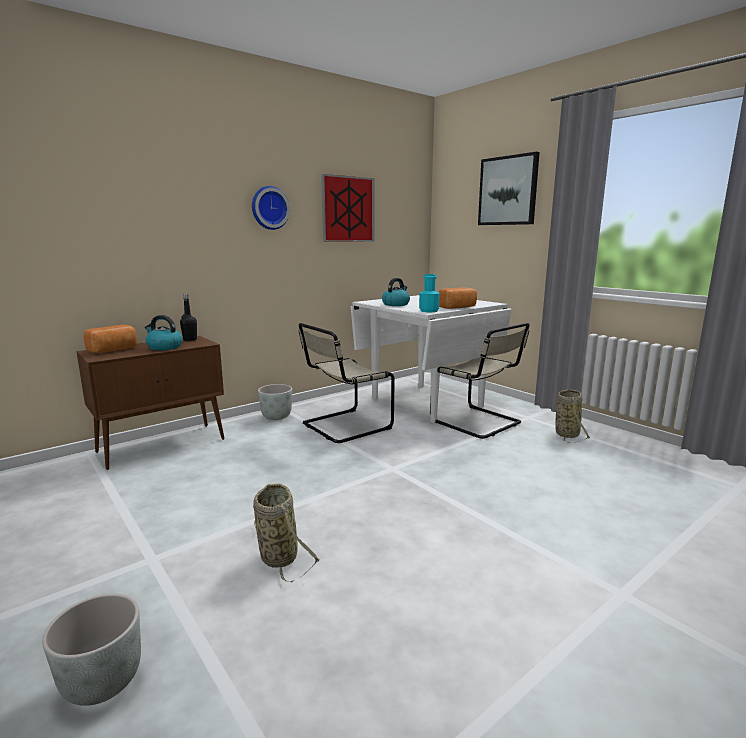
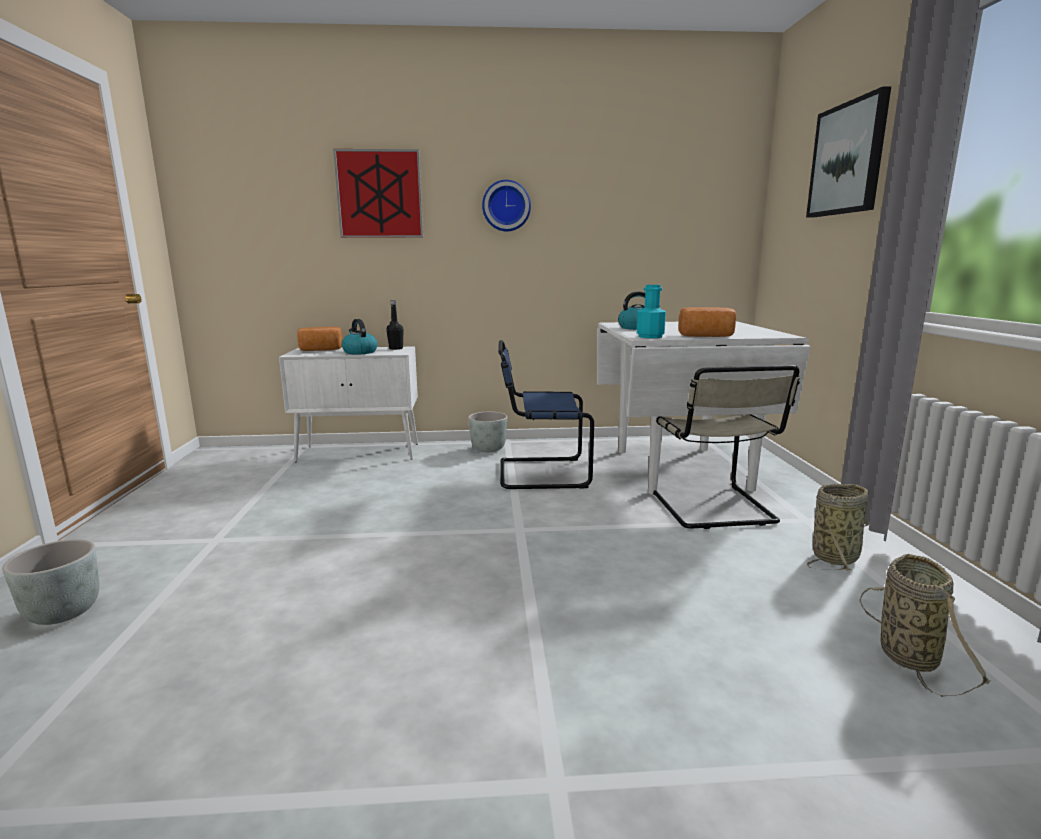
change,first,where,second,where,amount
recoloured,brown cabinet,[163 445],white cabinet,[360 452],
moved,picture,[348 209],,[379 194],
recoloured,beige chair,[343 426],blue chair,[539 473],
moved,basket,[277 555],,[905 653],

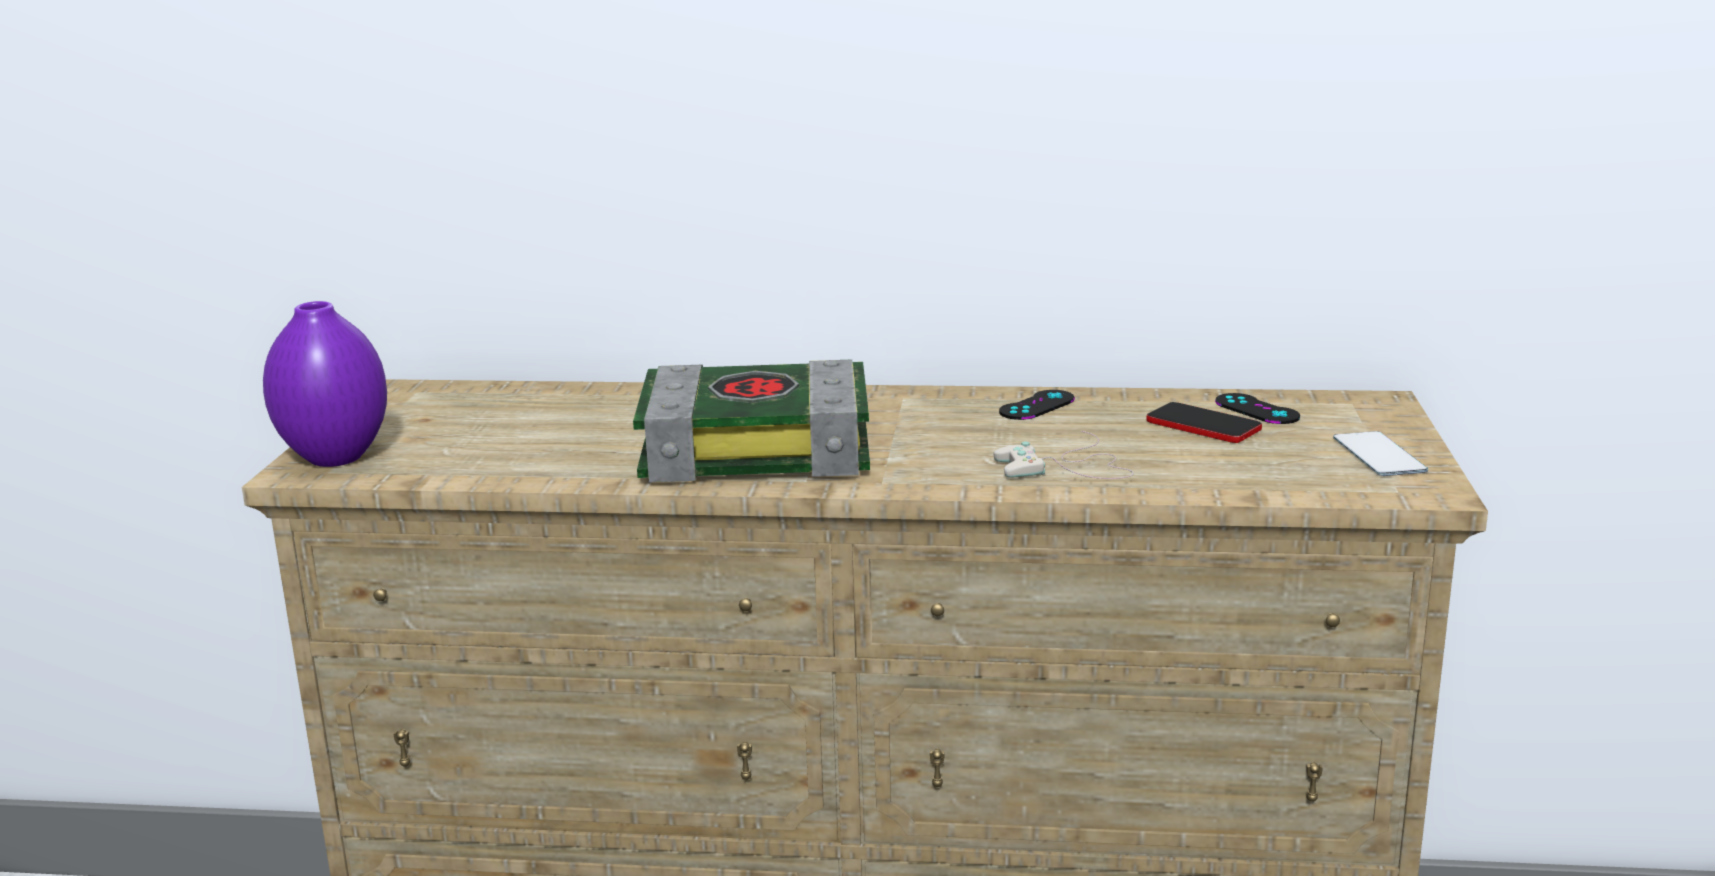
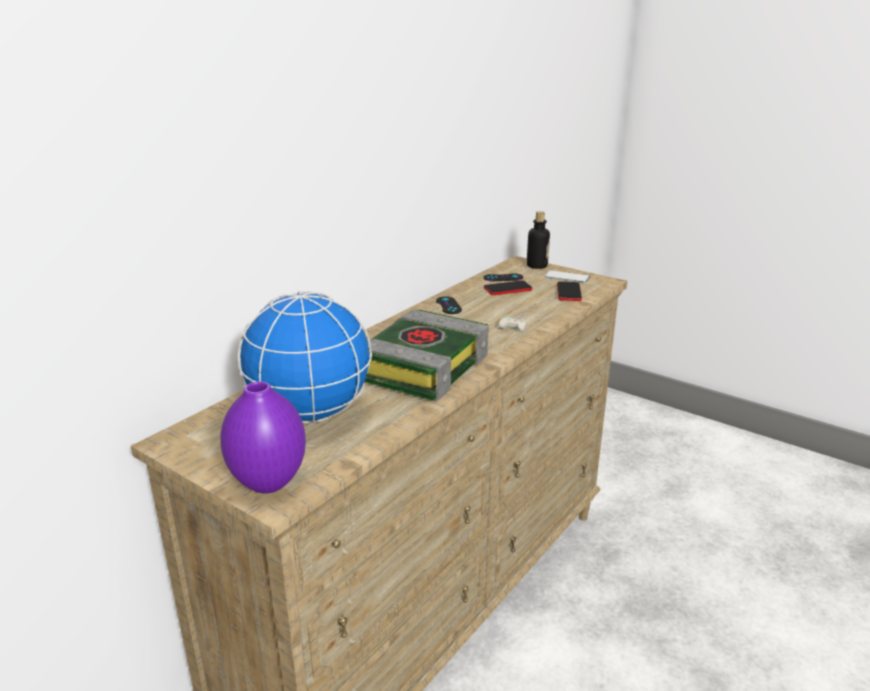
change,first,where,second,where,amount
added,,,globe,[310 413],
added,,,bottle,[537 266],
added,,,phone,[569 292],

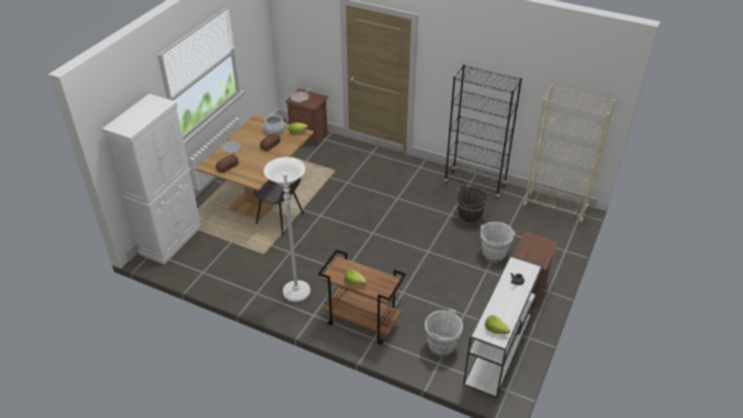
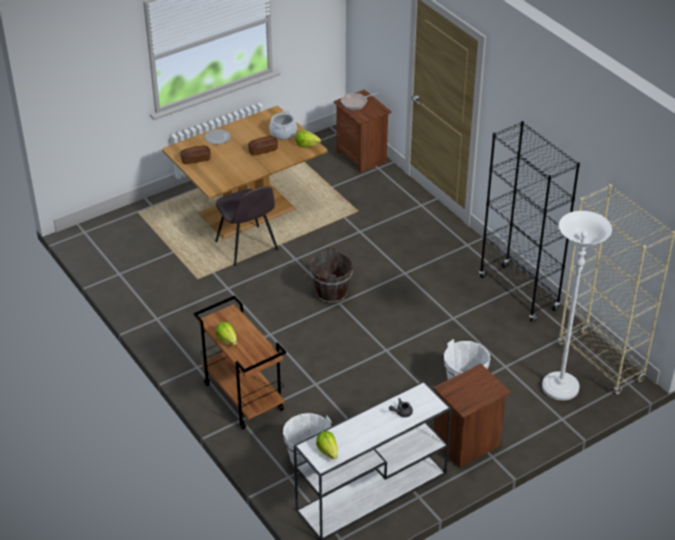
change,first,where,second,where,amount
moved,brown bucket,[469 217],,[331 294],
moved,white floor lamp,[296 292],,[560 388],
removed,white cabinet,[171 240],,,

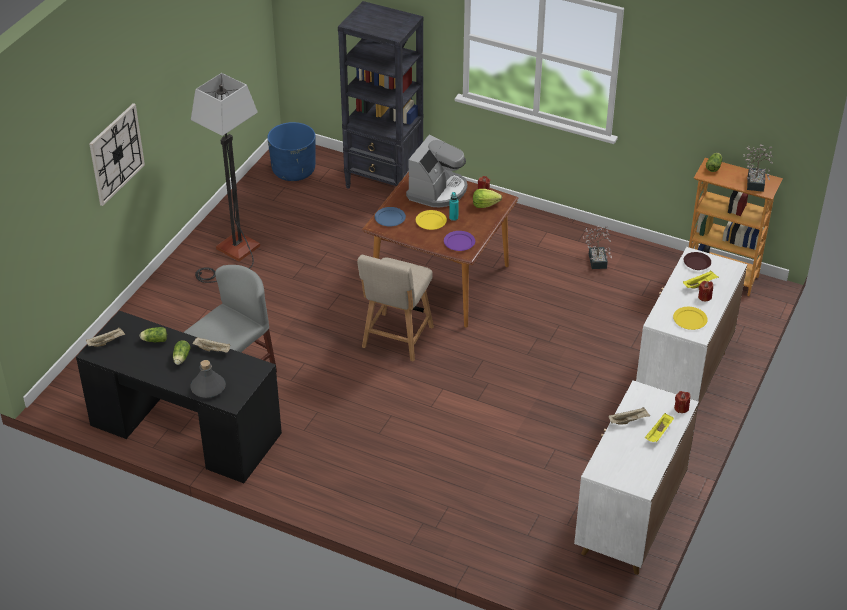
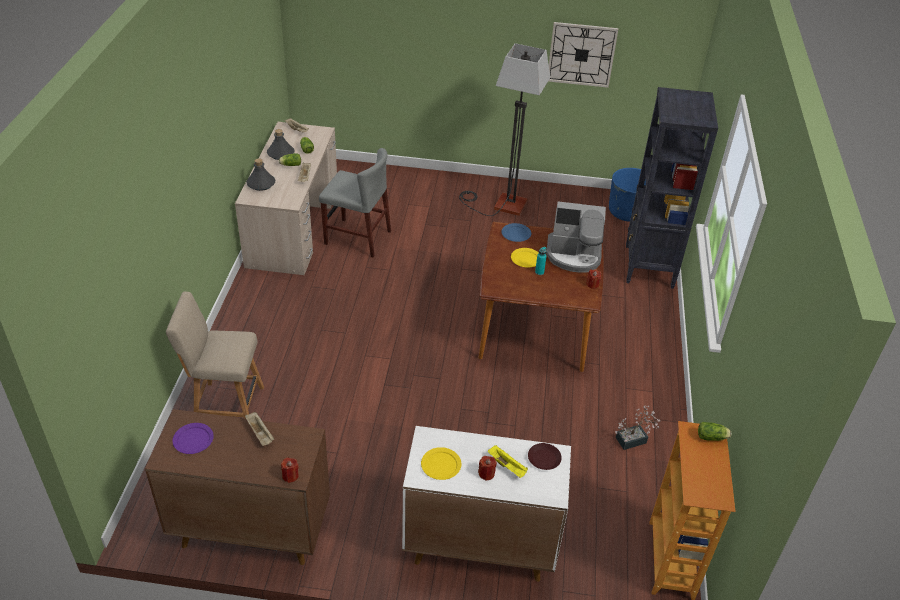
change,first,where,second,where,amount
recoloured,white cabinet,[629 523],brown cabinet,[250 529],
moved,beige chair,[396 339],,[225 405],
moved,purple plate,[459 242],,[193 439],
recoloured,black desk,[185 428],beige desk,[294 226],
added,,,grey bottle,[281 154],
moved,wall clock,[116 154],,[581 54],
removed,lettuce,[485 205],,,
removed,yellow tray,[658 433],,,
removed,potted plant,[756 181],,,

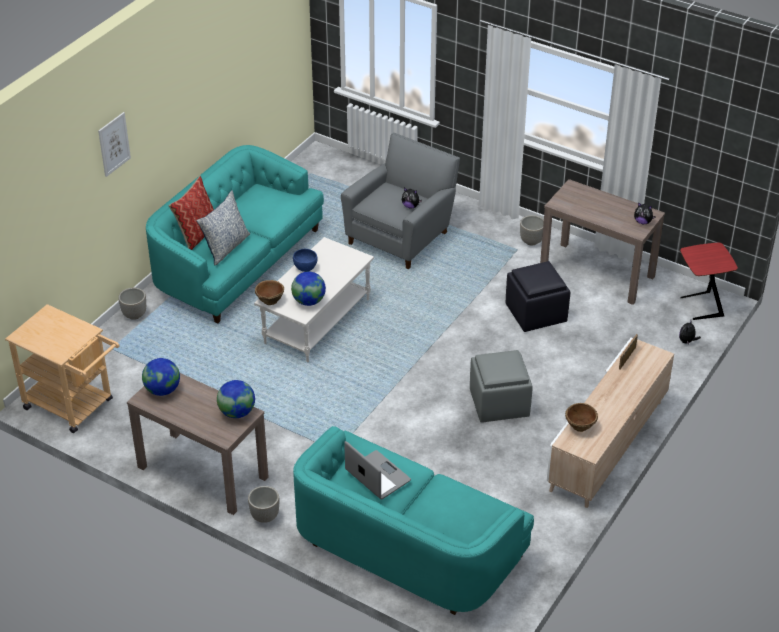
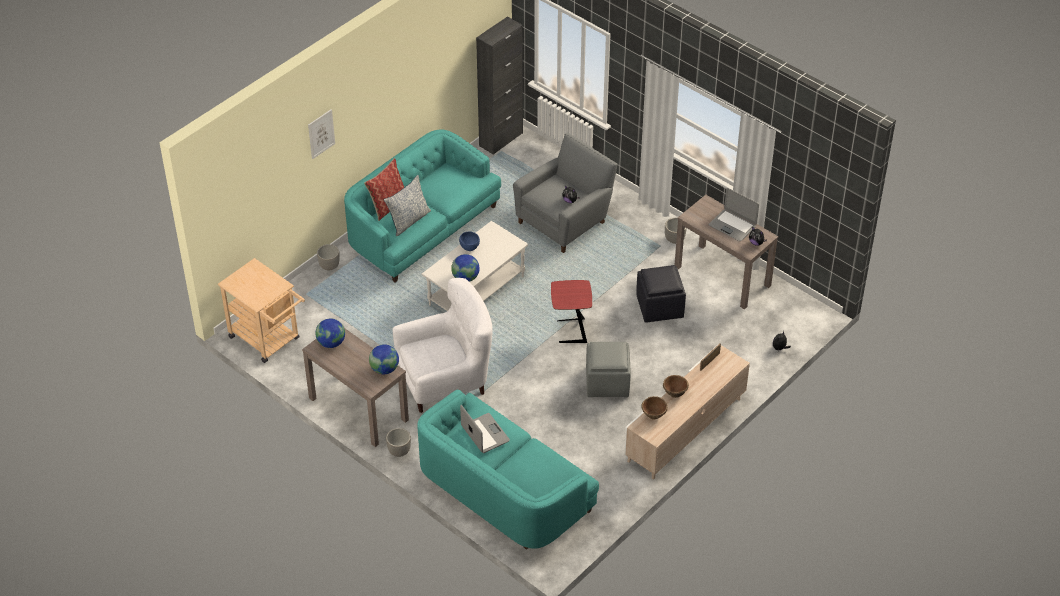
change,first,where,second,where,amount
added,,,white armchair,[446 381],
added,,,black cabinet,[501 139],
moved,red side table,[700 307],,[571 331],
moved,brown bowl,[270 301],,[674 393],
added,,,laptop,[732 225],

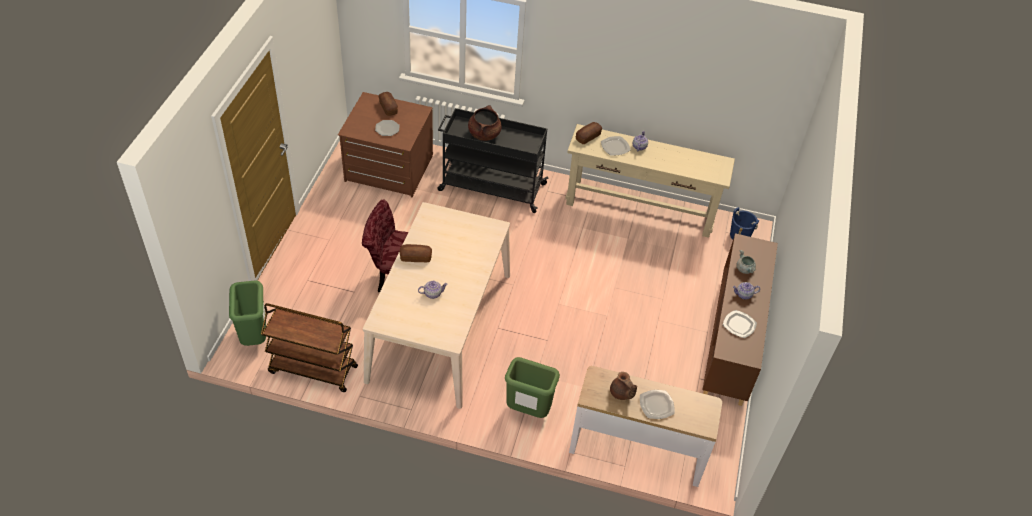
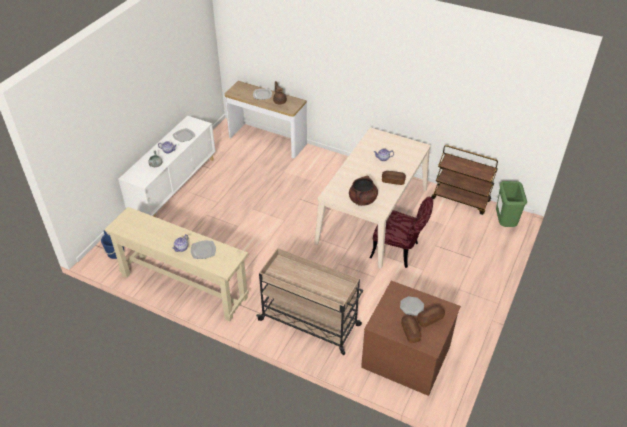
change,first,where,second,where,amount
recoloured,brown cabinet,[732 339],white cabinet,[174 185],
recoloured,black cart,[491 187],beige cart,[310 323],
moved,brown cooking pot,[484 134],,[362 200],
moved,bread,[588 137],,[430 319],
removed,green trash can,[527 411],,,

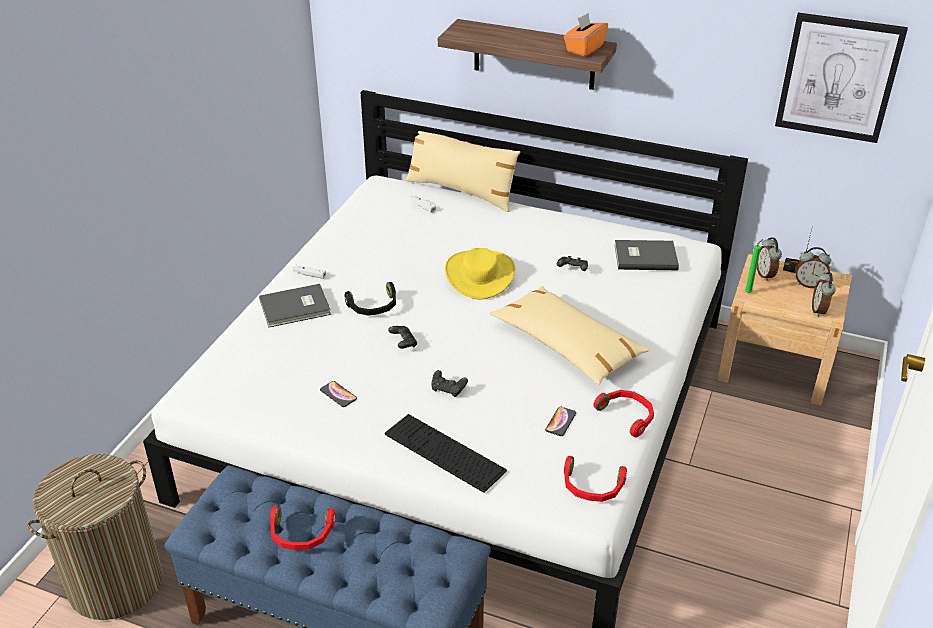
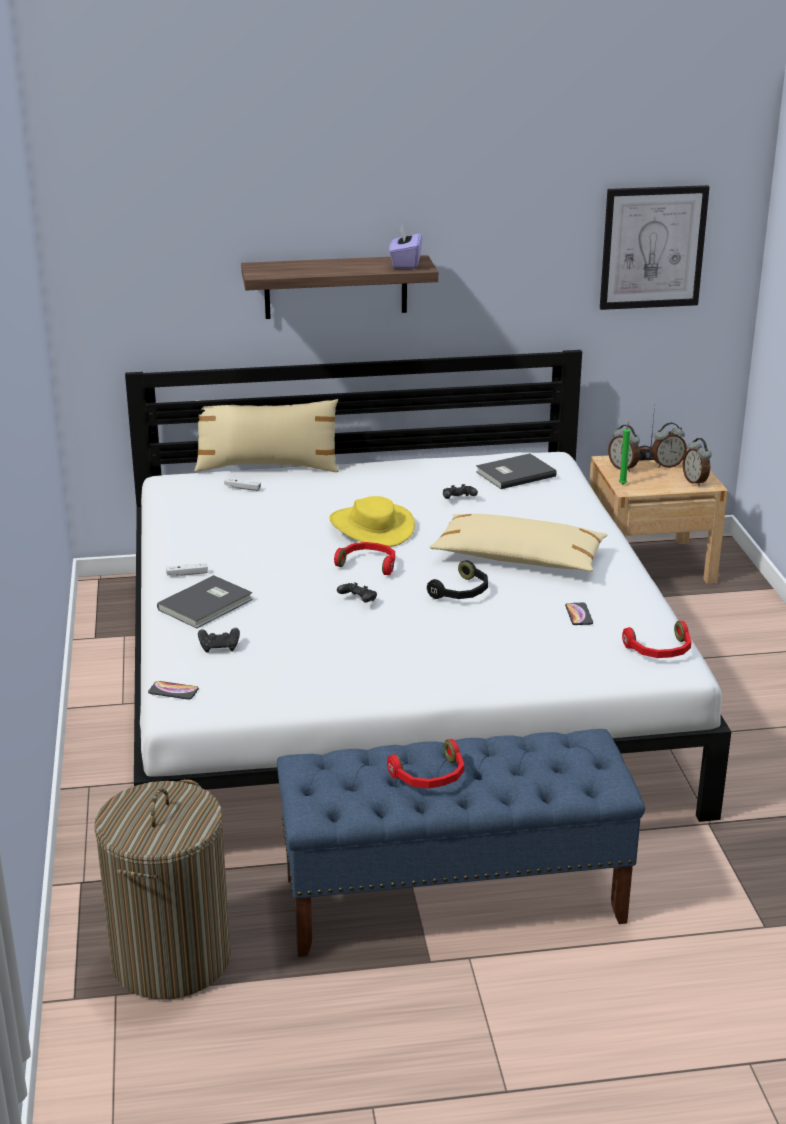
change,first,where,second,where,amount
moved,phone,[338 394],,[173 691],
moved,black game controller,[448 389],,[219 647],
moved,red headphones,[627 416],,[368 564],
recoloured,orange tissue box,[584 49],purple tissue box,[405 264],
moved,black headphones,[373 307],,[462 592],
removed,keyboard,[444 452],,,

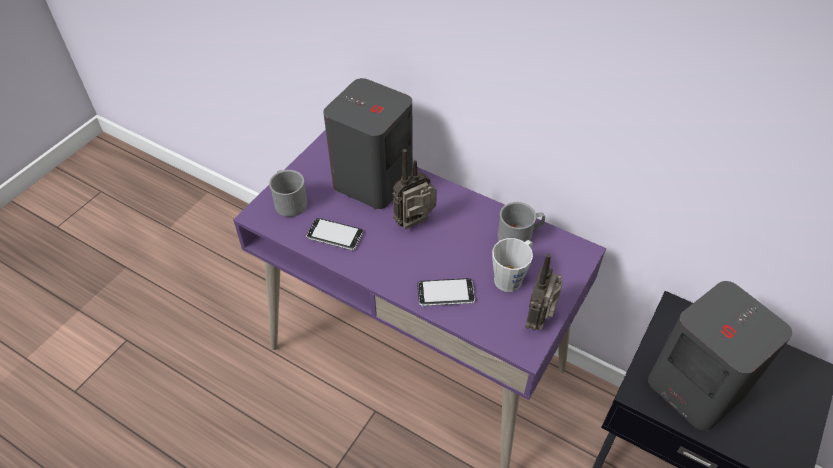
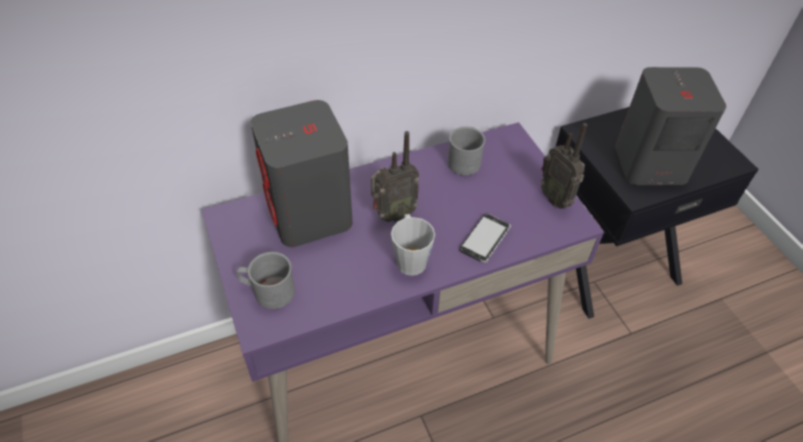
change,first,where,second,where,amount
turned,radio,[416 225],,[392 214],120 degrees counterclockwise
moved,grey mug,[511 277],,[410 258],
removed,phone,[335 235],,,

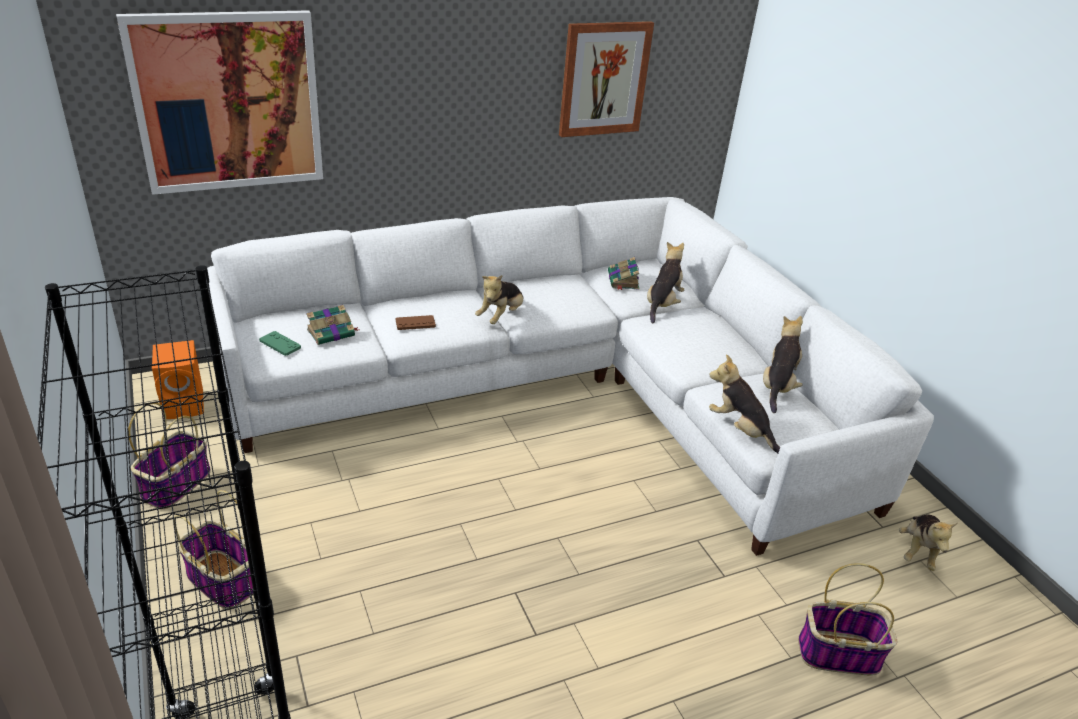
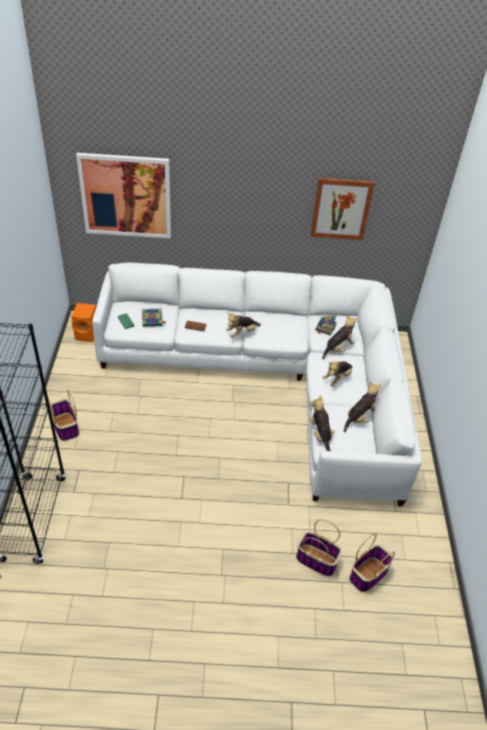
change,first,where,second,where,amount
moved,plush toy,[917 551],,[337 379],
moved,basket,[176 484],,[368 574],

